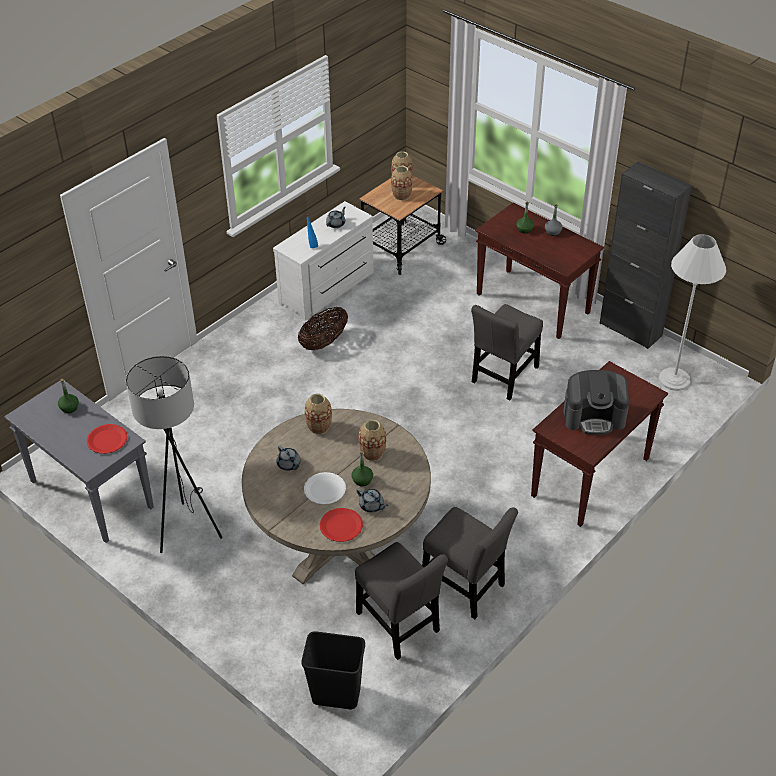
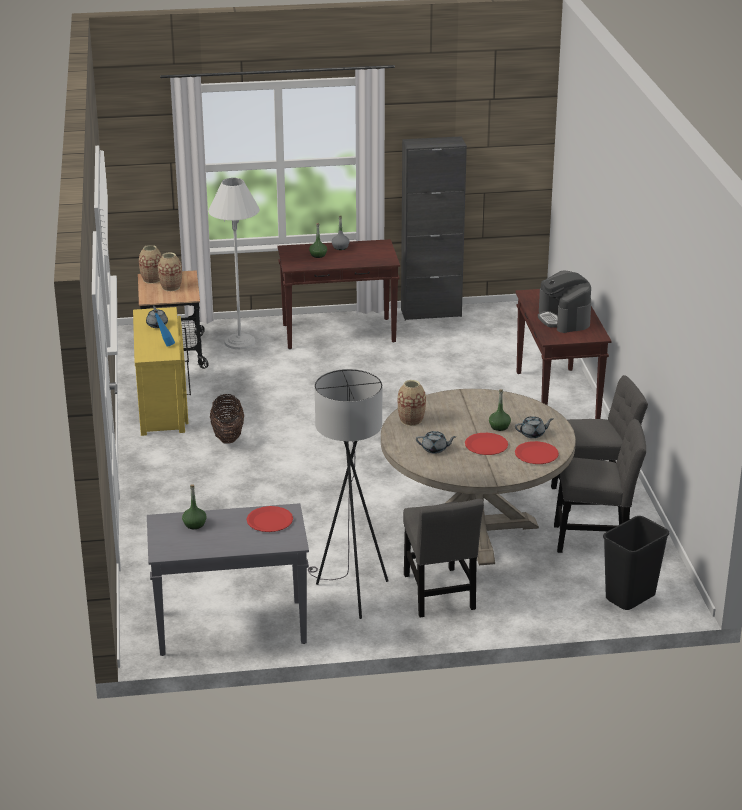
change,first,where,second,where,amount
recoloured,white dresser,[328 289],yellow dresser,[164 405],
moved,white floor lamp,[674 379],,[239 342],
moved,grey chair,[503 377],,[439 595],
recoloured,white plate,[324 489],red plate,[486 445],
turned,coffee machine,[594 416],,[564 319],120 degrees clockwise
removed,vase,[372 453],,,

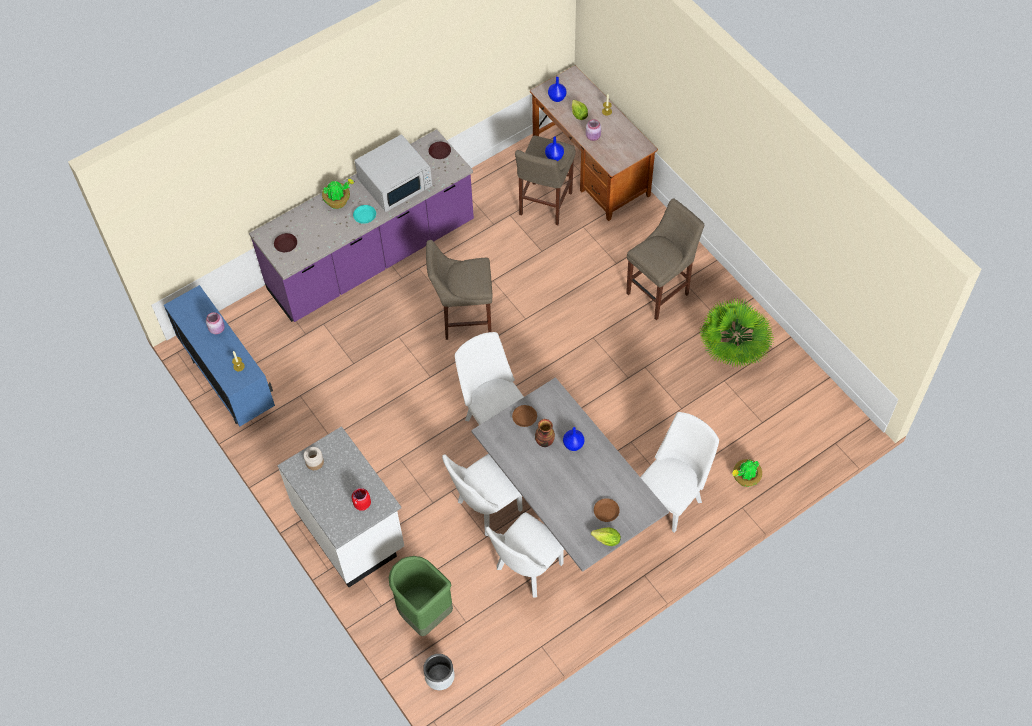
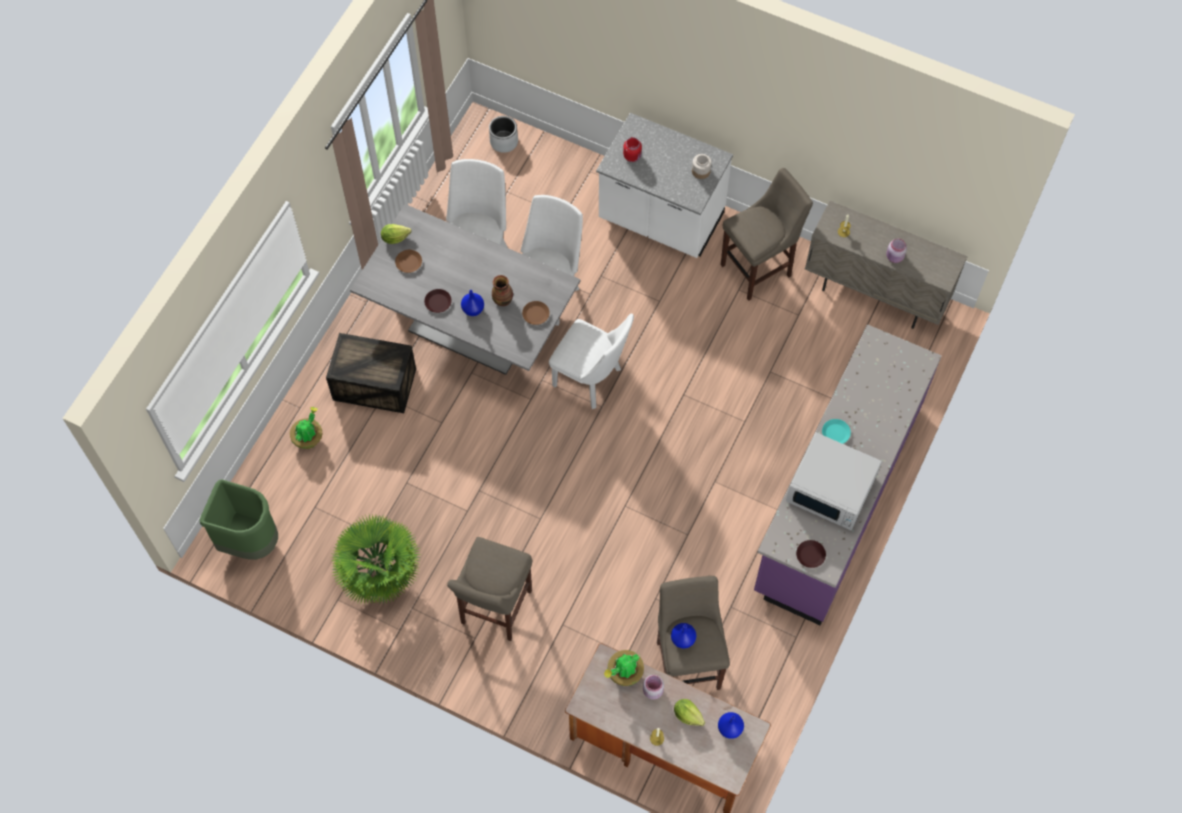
change,first,where,second,where,amount
moved,green trash can,[423 613],,[250 541],
replaced,white chair,[672 498],crate,[373 384],
moved,brown plate,[286 244],,[437 302],
moved,potted plant,[338 201],,[624 673],
moved,beige stool,[464 319],,[759 269],
turned,white microwave,[395 183],,[831 490],90 degrees counterclockwise
recoloured,blue cabinet,[229 383],beige cabinet,[875 294],

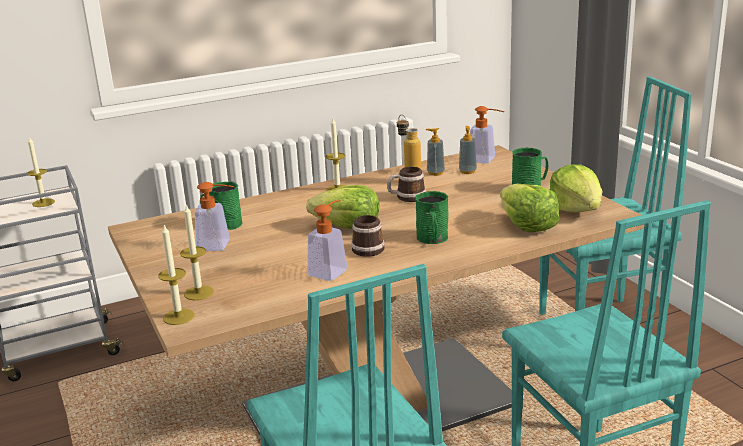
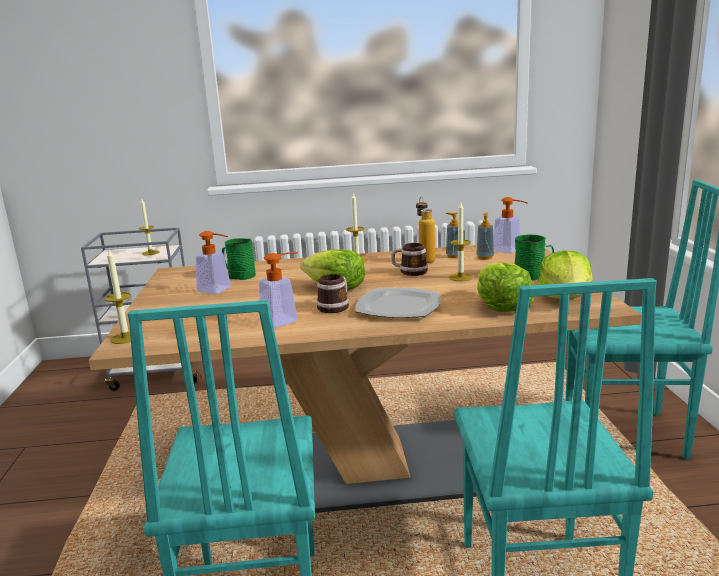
change,first,where,second,where,amount
replaced,green mug,[433 239],plate,[399 306],
moved,candle,[199 293],,[460 277],

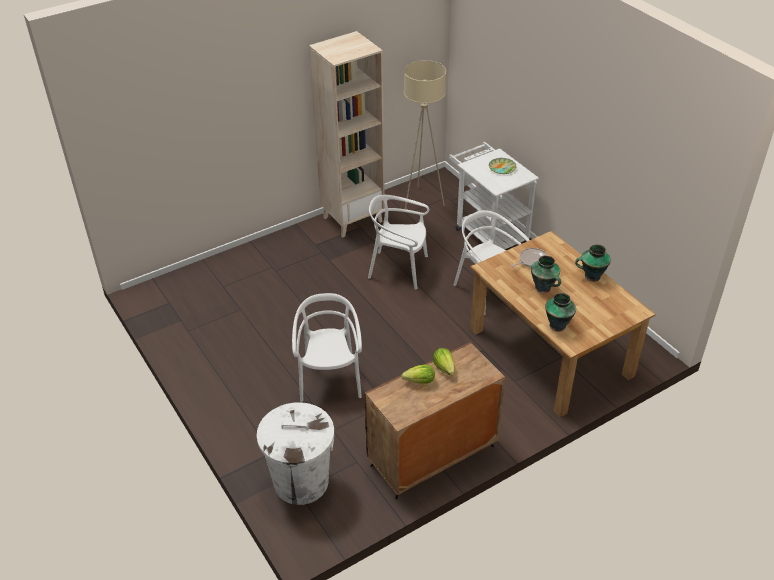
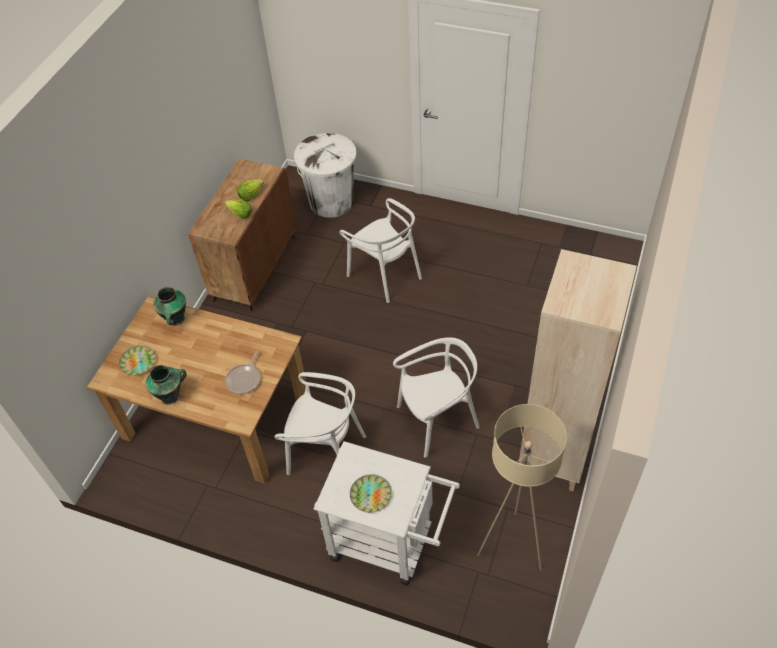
change,first,where,second,where,amount
added,,,plate,[138 362],
removed,vase,[543 288],,,

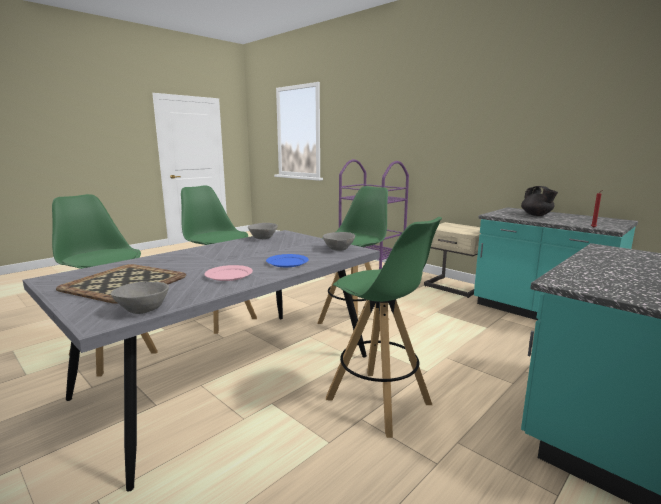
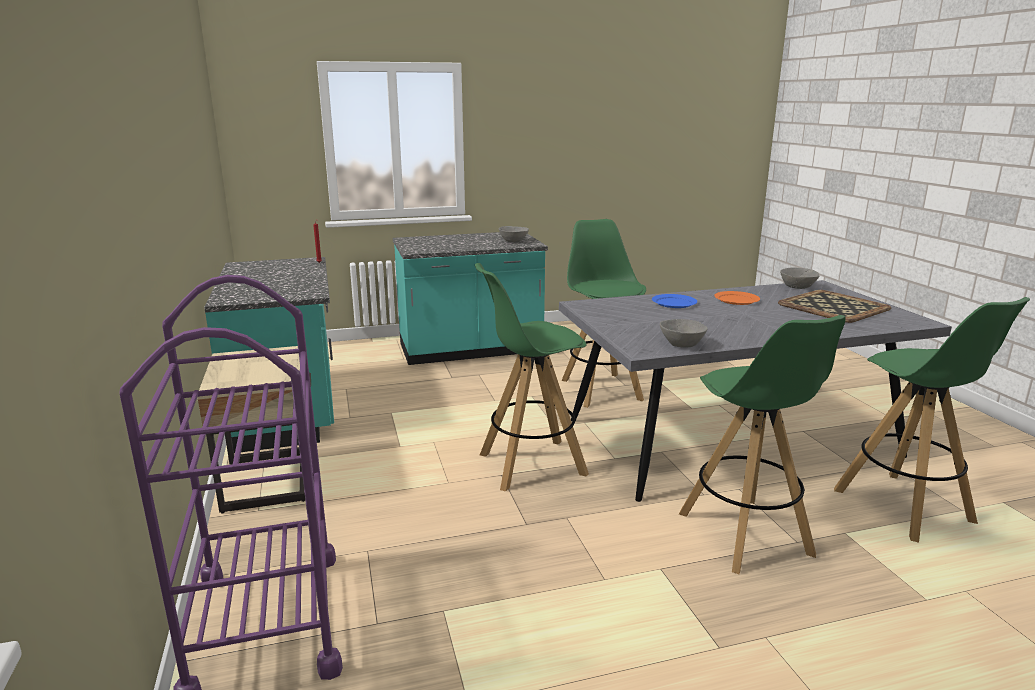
change,first,where,second,where,amount
moved,grey bowl,[338 249],,[513 241],
recoloured,pink plate,[228 275],orange plate,[736 300],
removed,black teapot,[536 215],,,

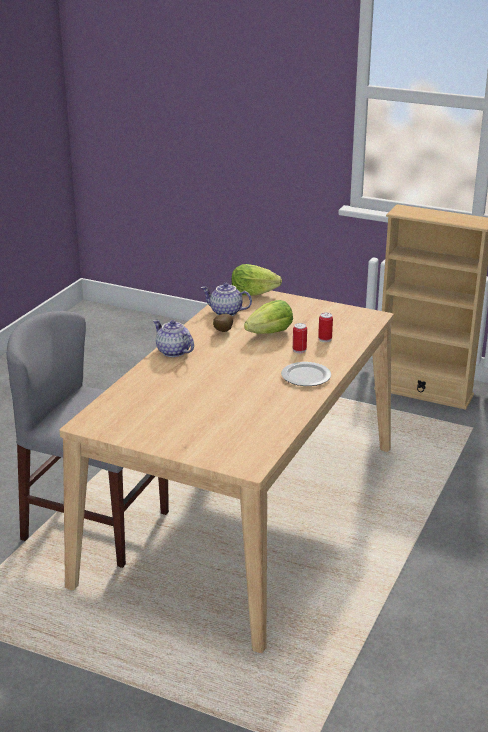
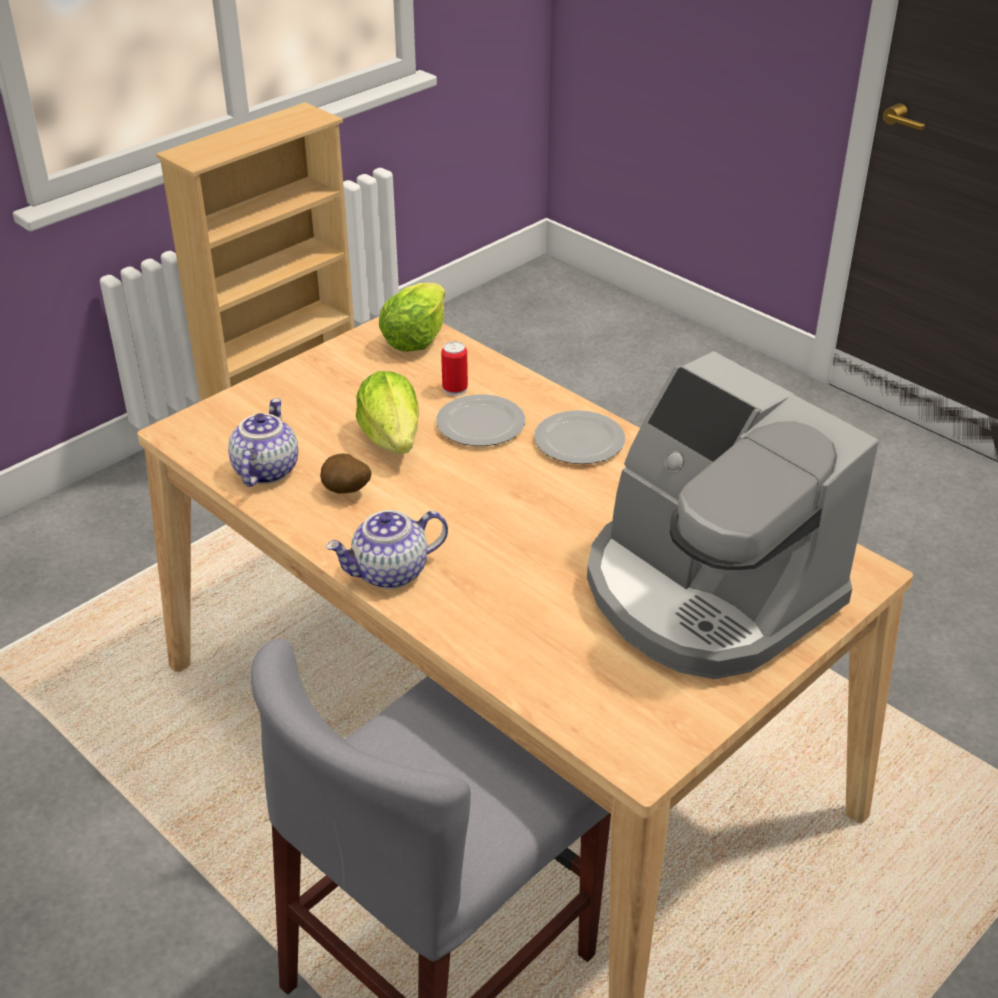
change,first,where,second,where,amount
turned,teapot,[225 312],,[264 470],150 degrees clockwise
moved,lettuce,[253 293],,[415 339],
replaced,can,[299 350],plate,[479 424],
added,,,coffee machine,[706 593],

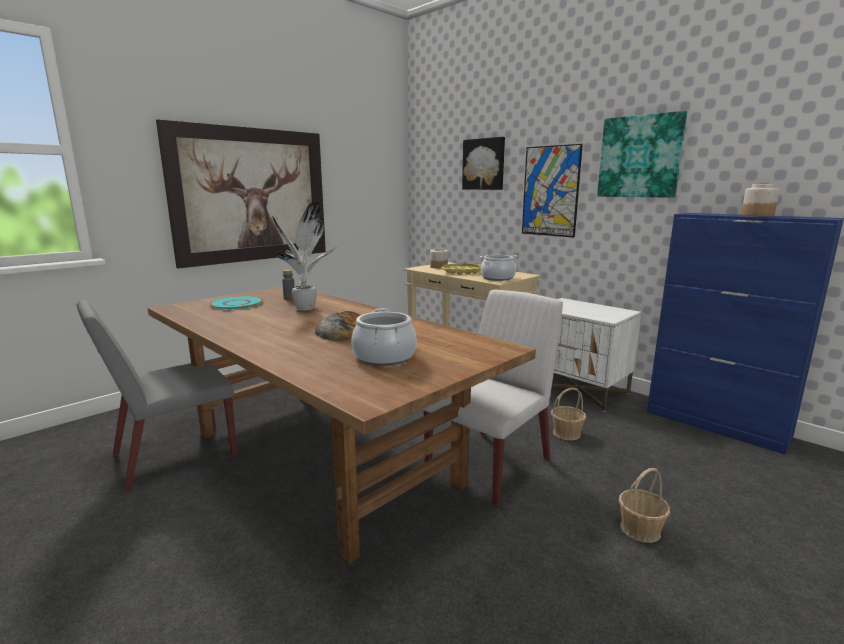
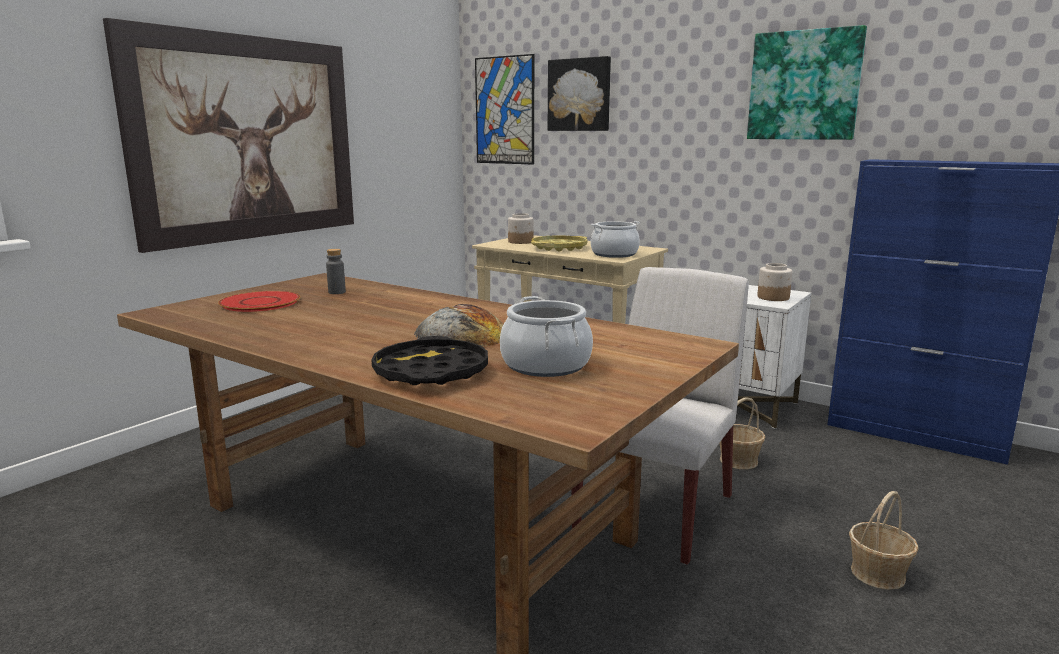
change,first,where,second,where,amount
recoloured,turquoise plate,[236 304],red plate,[260 303],
added,,,black tray,[431 372],
moved,picture,[550 191],,[504 110],
moved,jar,[757 215],,[772 297],
removed,grey chair,[173 456],,,
removed,potted plant,[306 309],,,

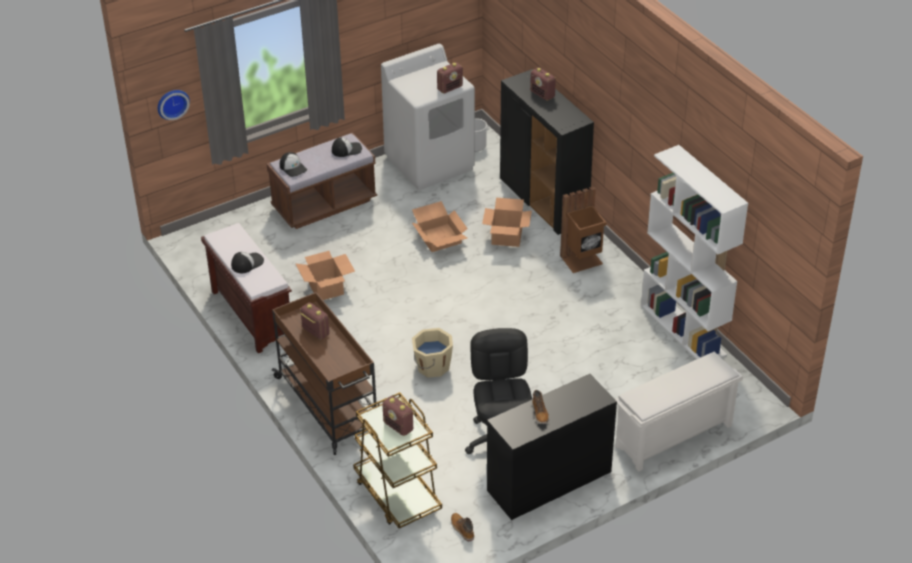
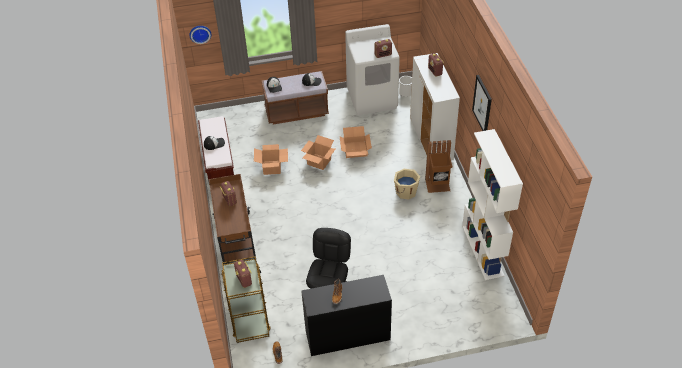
change,first,where,second,where,amount
moved,cardboard box,[507 237],,[319 161],
moved,beige bucket,[432 366],,[405 192],
recoloured,black cabinet,[544 202],white cabinet,[431 140],
added,,,picture,[482 104],
removed,white shoe rack,[673 437],,,

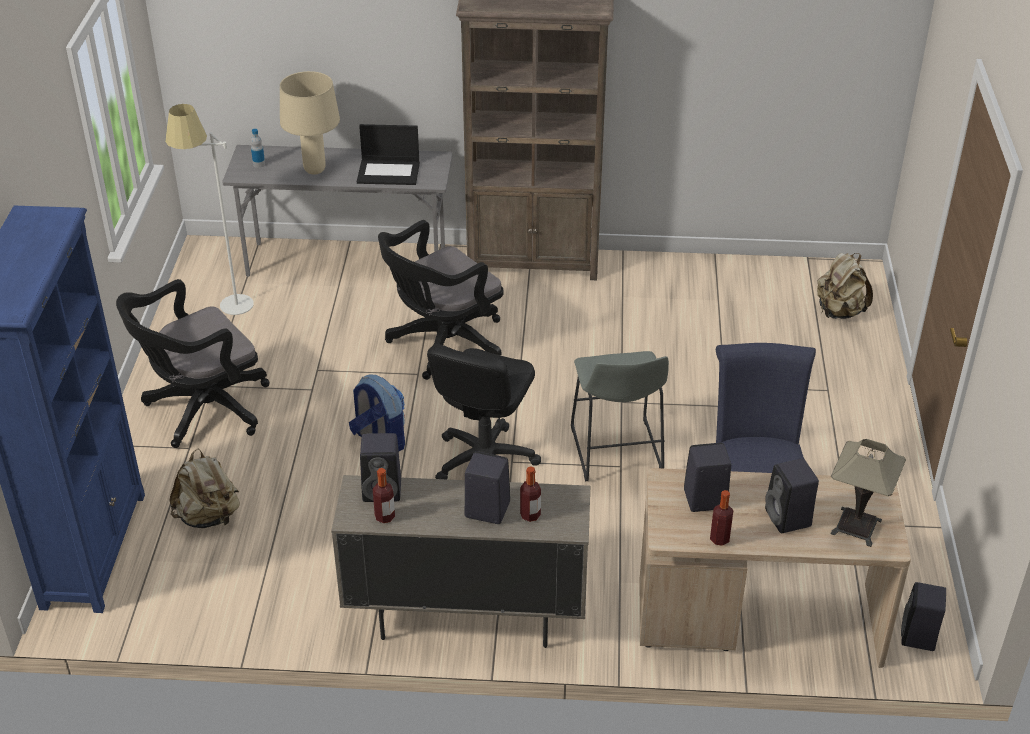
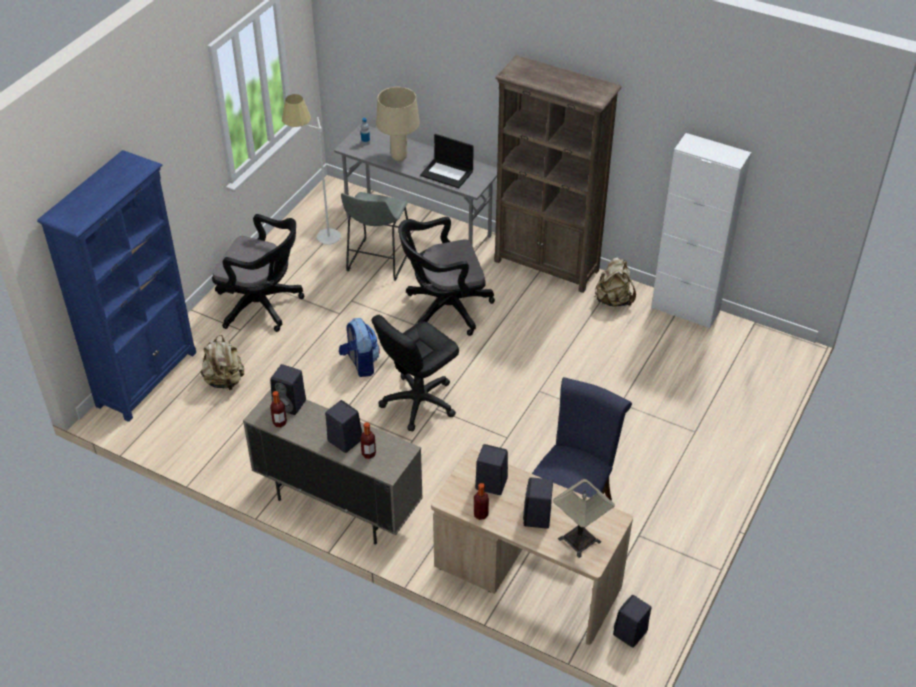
change,first,where,second,where,amount
turned,black office chair,[202 410],,[263 306],150 degrees counterclockwise
moved,grey stool,[616 454],,[377 262],
moved,beige backpack,[839 311],,[613 300],
added,,,white cabinet,[685 309],

